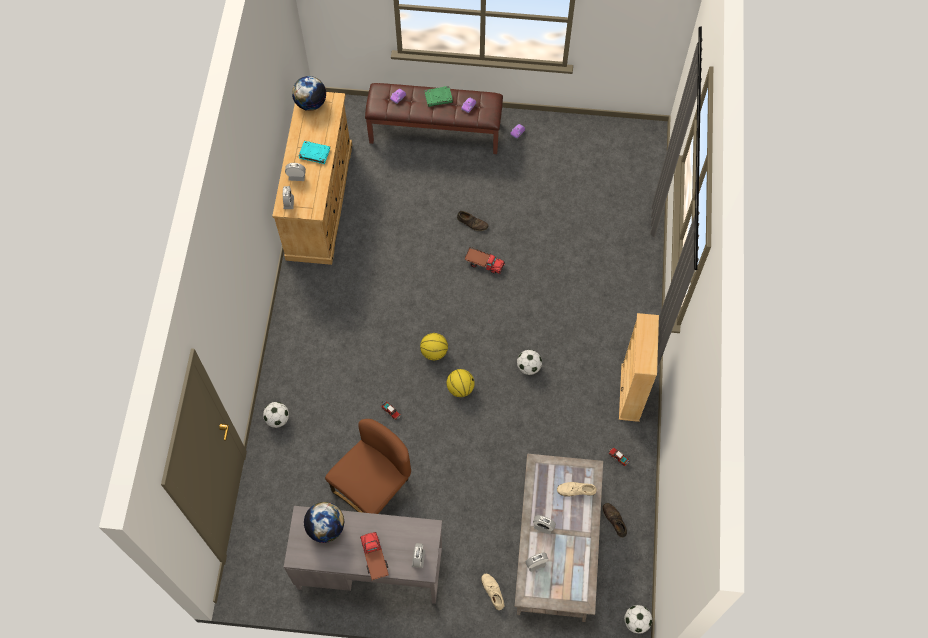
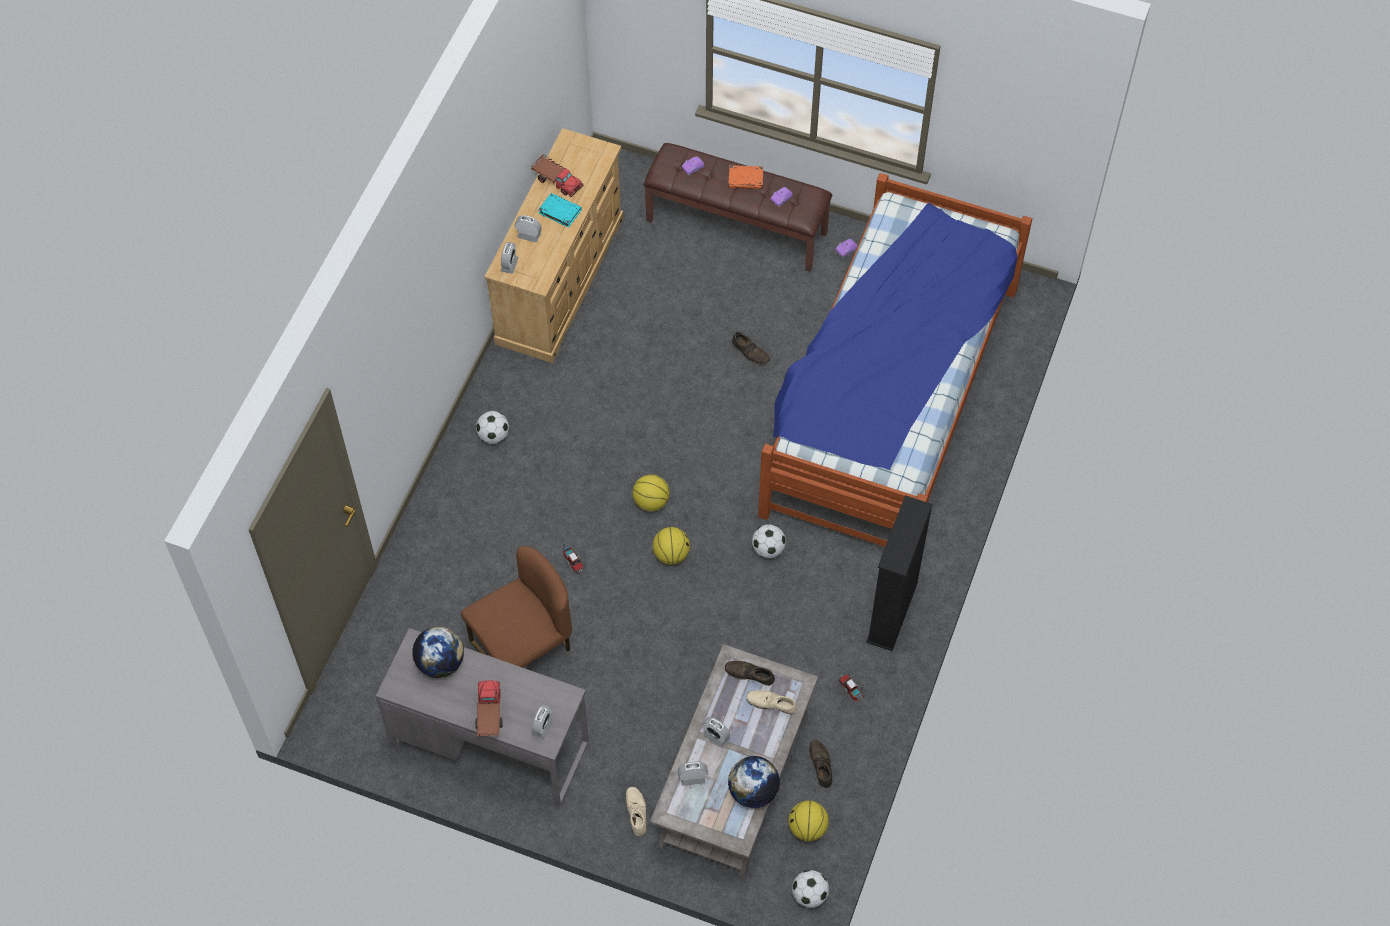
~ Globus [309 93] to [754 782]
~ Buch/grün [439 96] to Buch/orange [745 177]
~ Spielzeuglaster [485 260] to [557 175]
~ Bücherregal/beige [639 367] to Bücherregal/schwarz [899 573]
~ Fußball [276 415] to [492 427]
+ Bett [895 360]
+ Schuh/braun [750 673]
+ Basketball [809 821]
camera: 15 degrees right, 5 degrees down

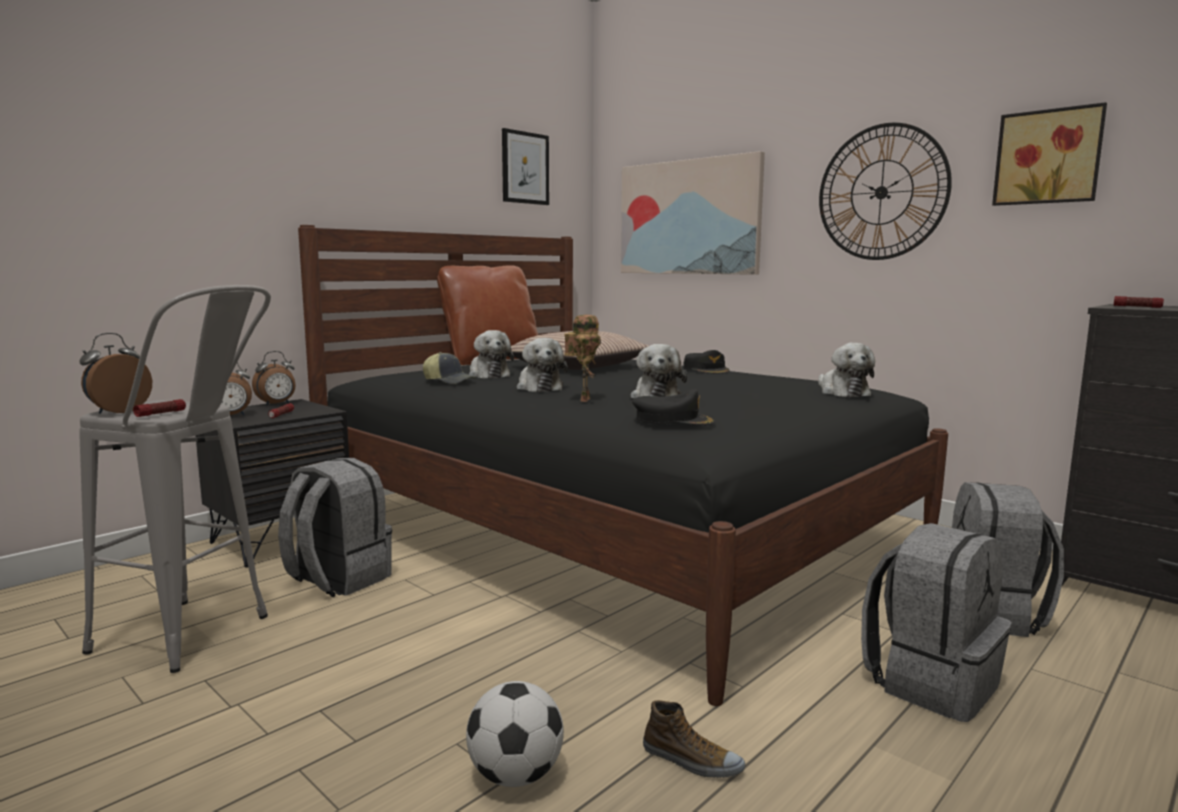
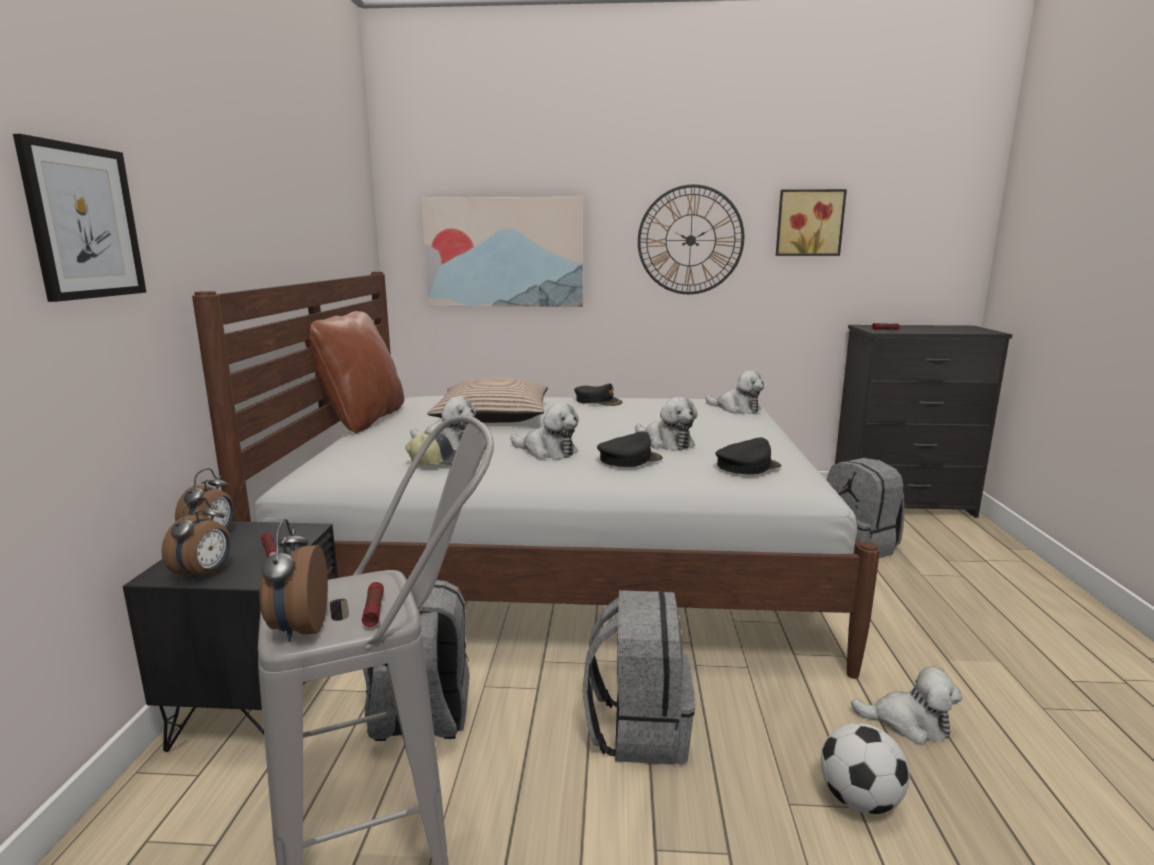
~ Bild [525 166] to [79 218]
~ Bett/schwarz [623 465] to Bett/weiß [536 475]
~ Spielzeugroboter [582 358] to Kappe/schwarz [630 449]
~ Rucksack/grau [936 622] to [639 677]
~ Schuh [694 739] to Plüschtier [906 705]
camera: 40 degrees left, 5 degrees up

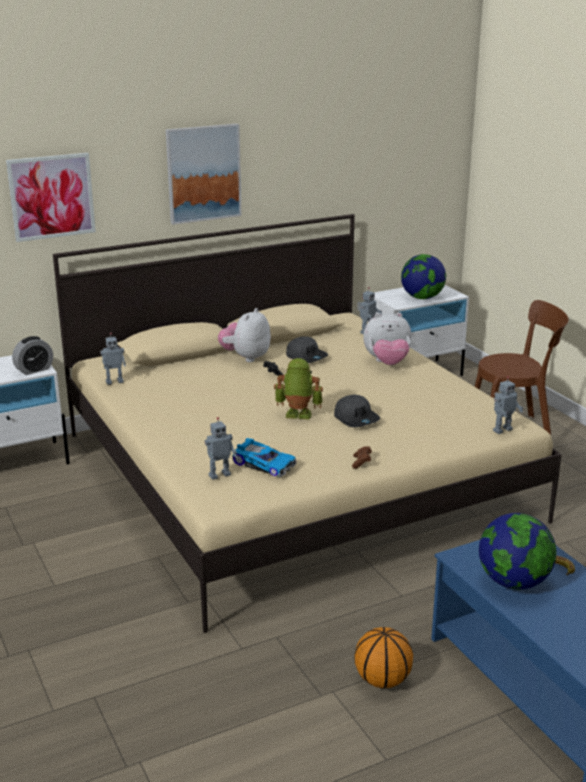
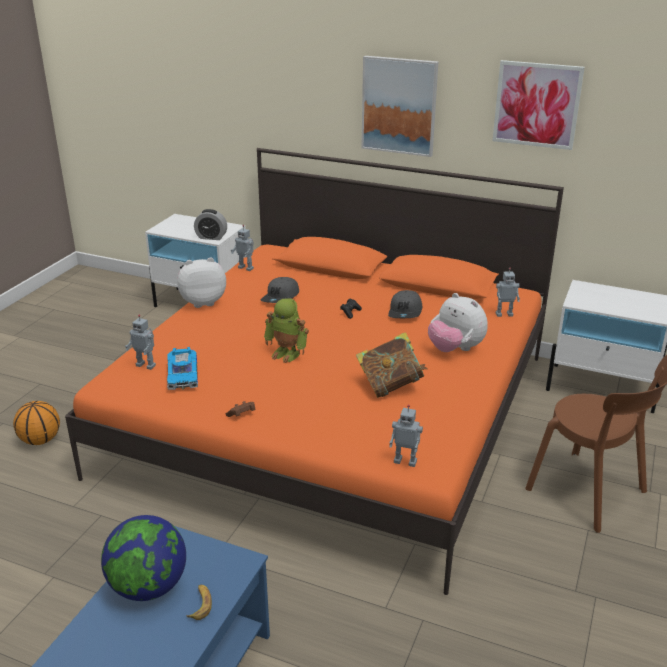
~ Bild [51 197] to [539 105]
~ Bett/beige [307 423] to Bett/orange [314 371]
- Globus [423 276]
~ Plüschtier [244 335] to [201 282]
~ Spielzeugroboter [298 388] = [286 330] 150 degrees clockwise
~ Kappe/grau [357 410] to [280 290]
~ Basketball [383 657] to [36 423]
+ Buch [392 365]
camera: 50 degrees right, 5 degrees up

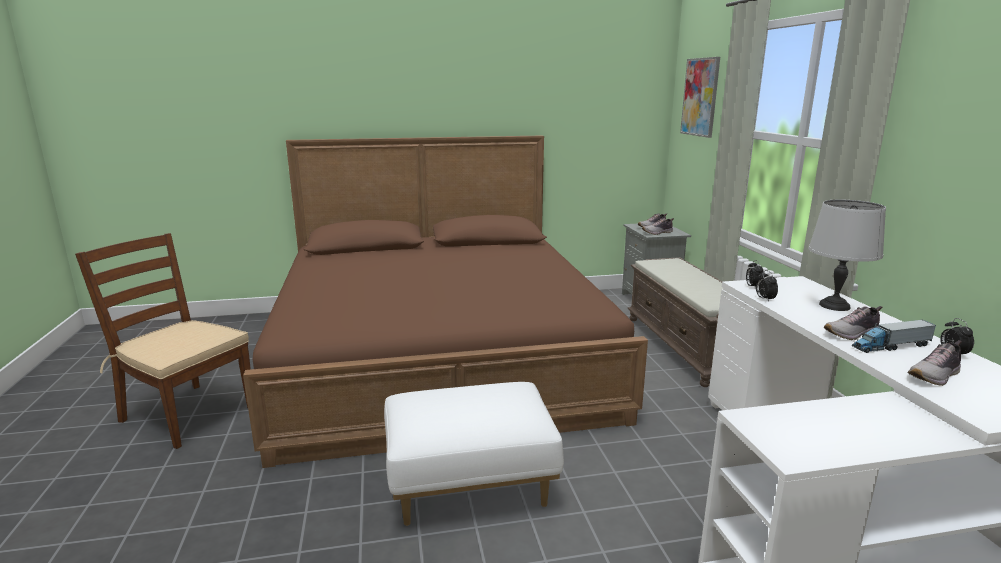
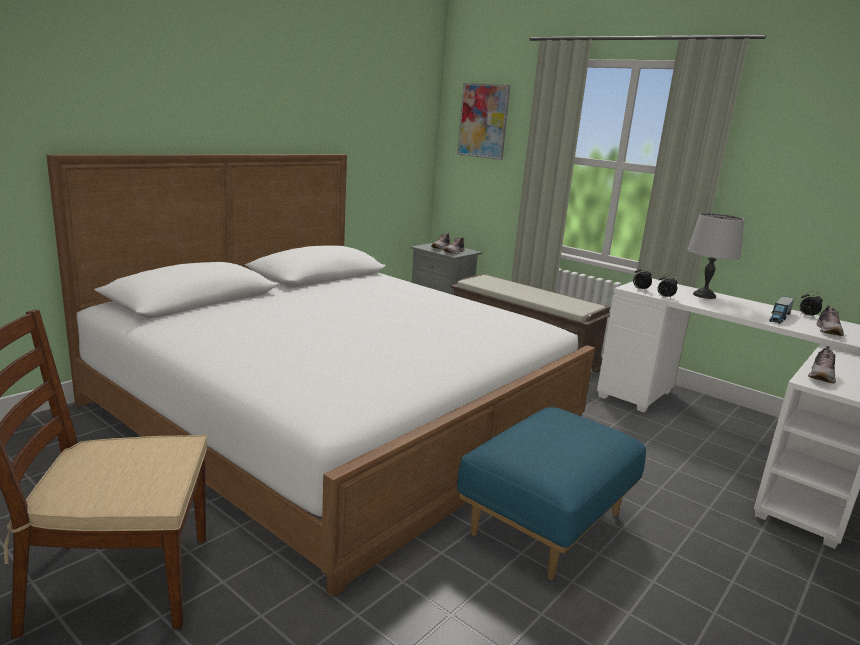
~ Bett/braun [445 302] to Bett/weiß [320 375]
~ Schuh [853 323] to [822 365]
~ Polsterhocker/weiß [474 454] to Polsterhocker/blau [551 493]
camera: 40 degrees left, 0 degrees up

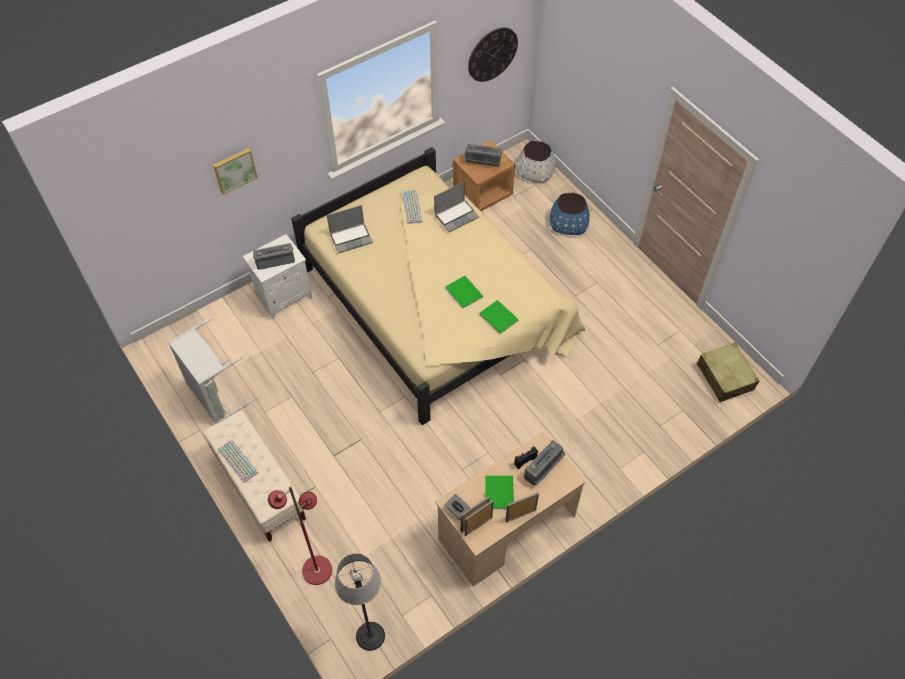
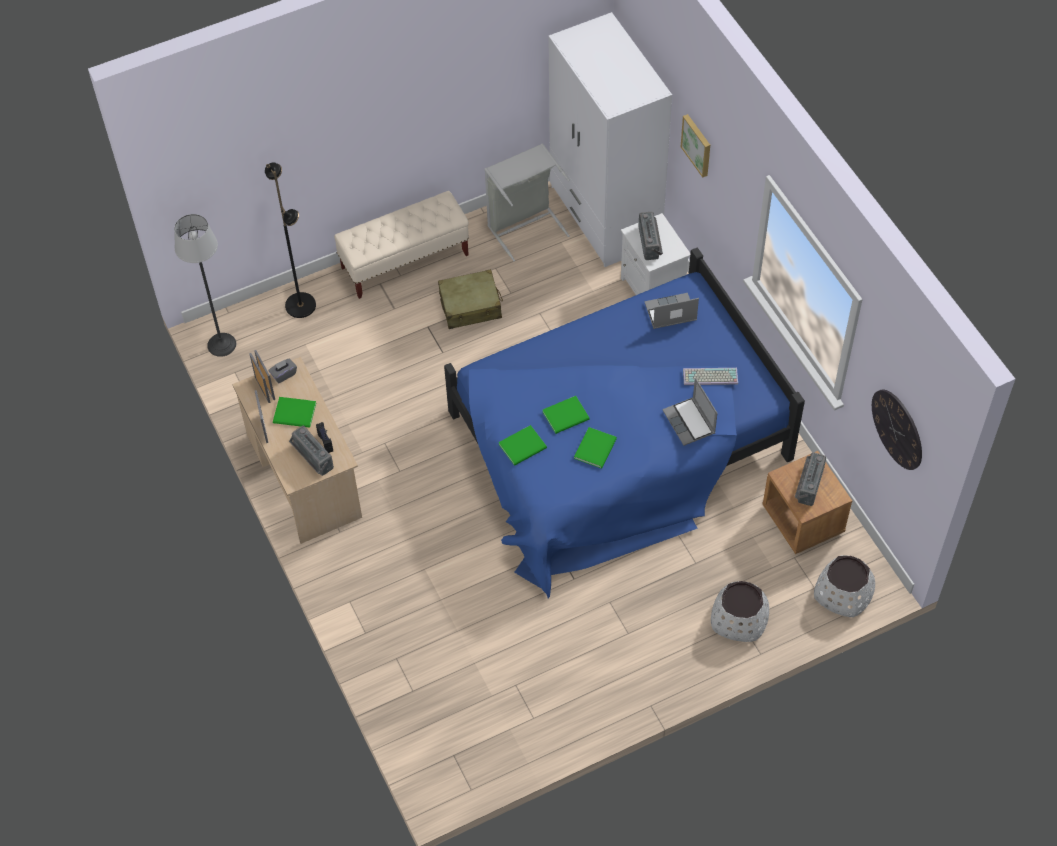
~ Bett/beige [438 286] to Bett/blau [624 423]
~ Pflanzkübel/blau [570 213] to Pflanzkübel/weiß [740 611]
~ Laptop [350 229] = [671 311] 90 degrees clockwise
~ Koffer/beige [728 372] to [470 299]
- Tastatur [238 461]
~ Stehlampe/rot [300 535] to Stehlampe/schwarz [290 240]
+ Kleiderschrank/weiß [610 139]
+ Buch/grün [595 448]
camera: 100 degrees right, 0 degrees up

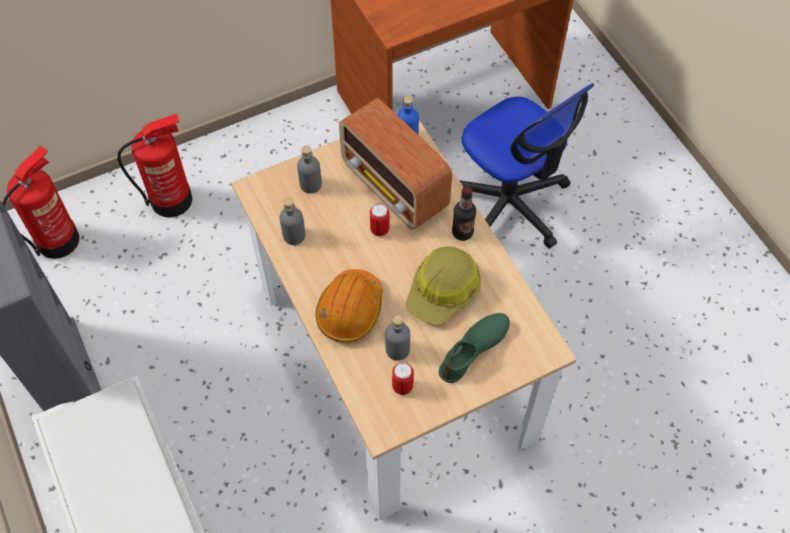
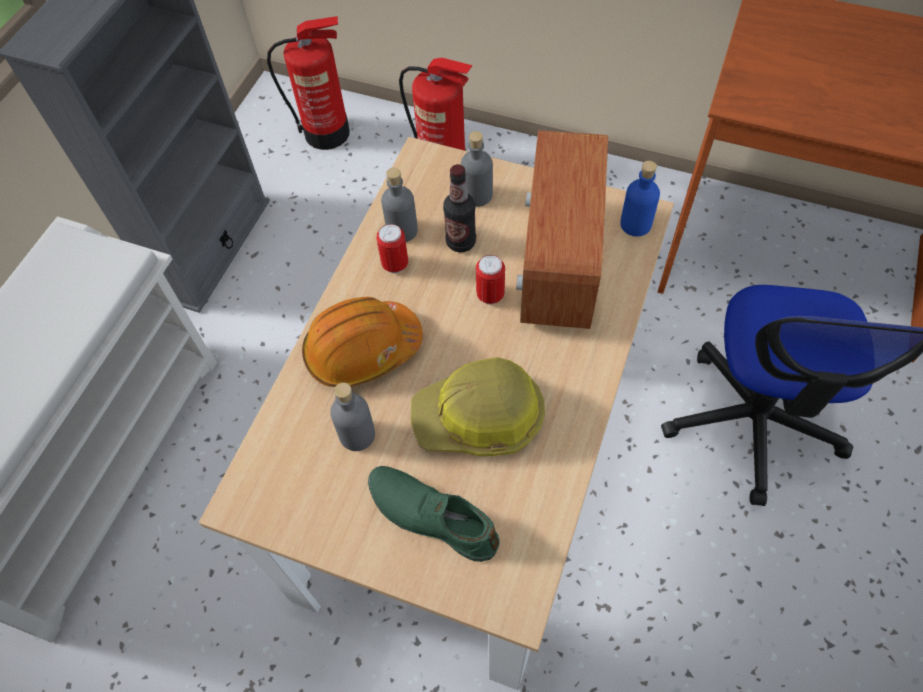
~ Flasche [464 213] to [459 208]
~ Schuh/grün [474 348] = [434 514] 150 degrees counterclockwise
~ Dose [403 379] to [392 248]
camera: 50 degrees right, 0 degrees up

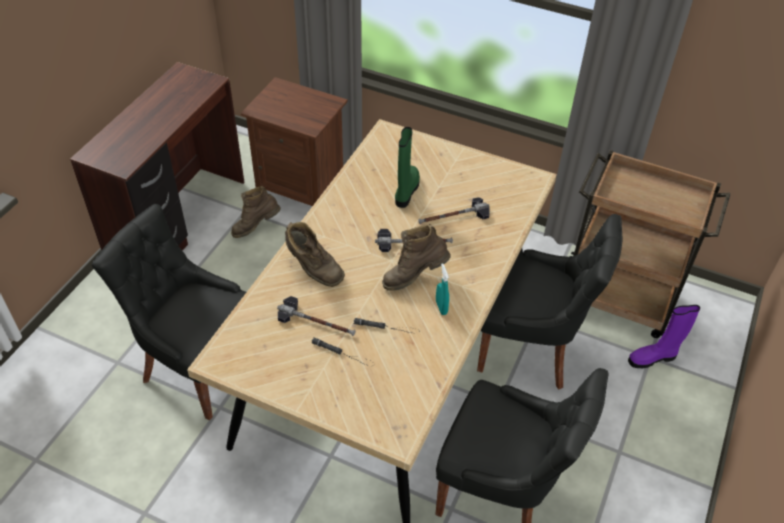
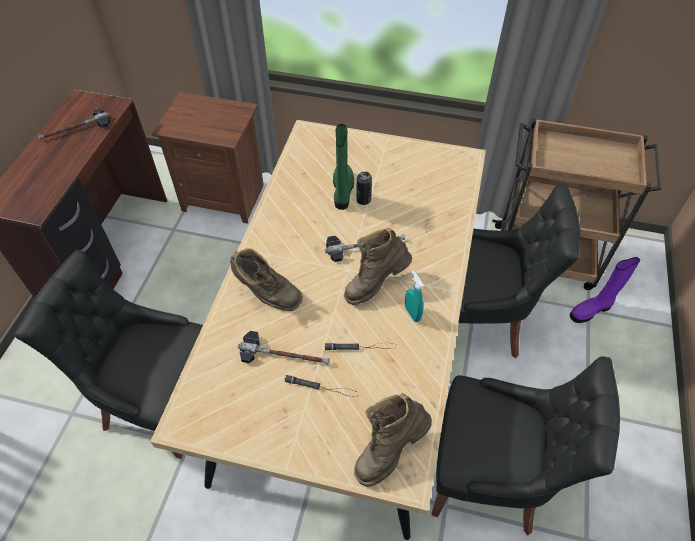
~ Stiefel/braun [256 212] to [393 440]
~ Hammer [454 210] to [74 124]
+ Dose [364 188]
camera: 10 degrees left, 5 degrees up

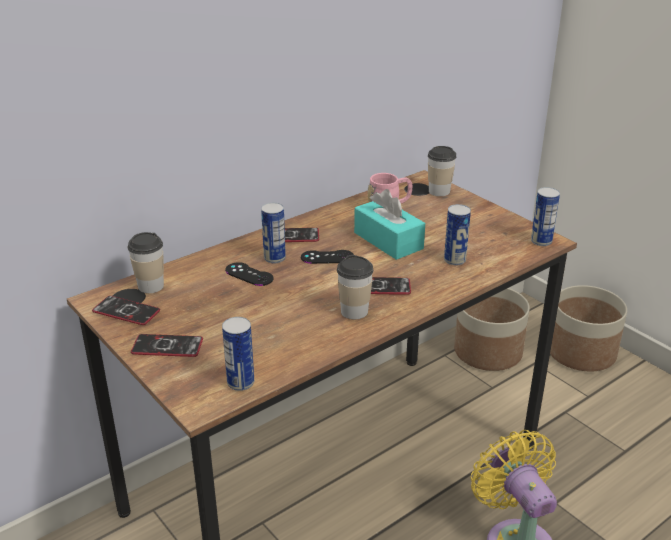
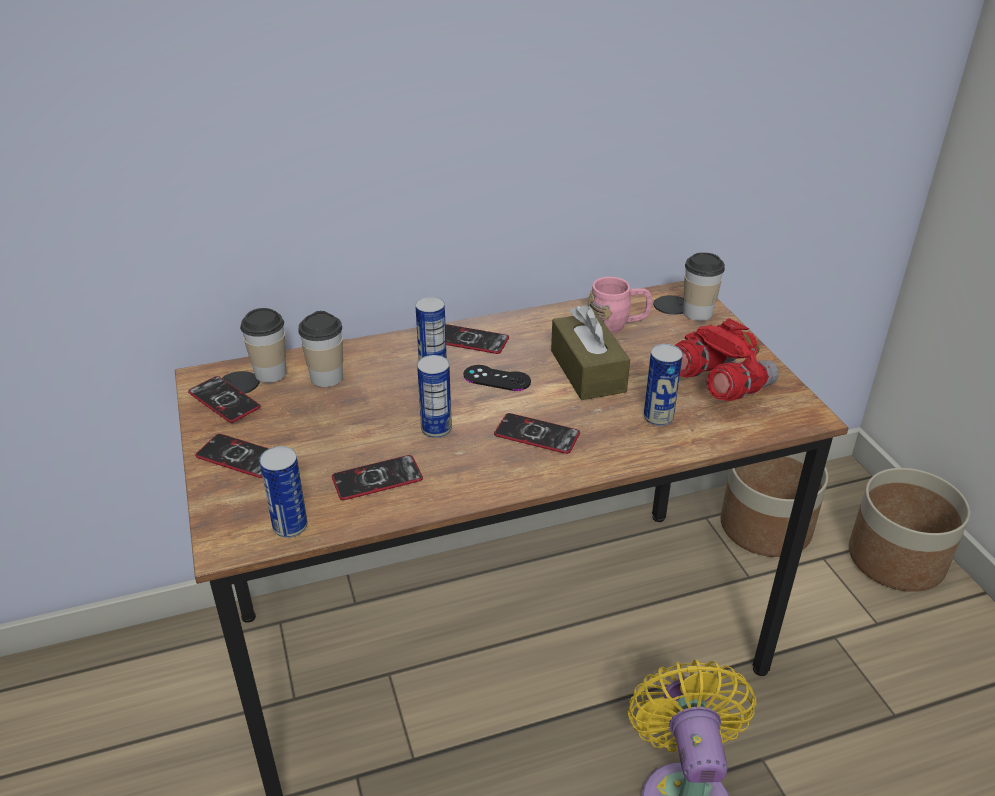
~ Dose [545 216] to [434 396]
~ Taschentuchbox/türkis [389 224] to Taschentuchbox/braun [590 352]
~ Tasse [355 287] to [320 349]
- Gamepad/schwarz [249 274]
+ Fernglas/rot [726 359]
+ Handy [377 477]
camera: 20 degrees right, 5 degrees up

